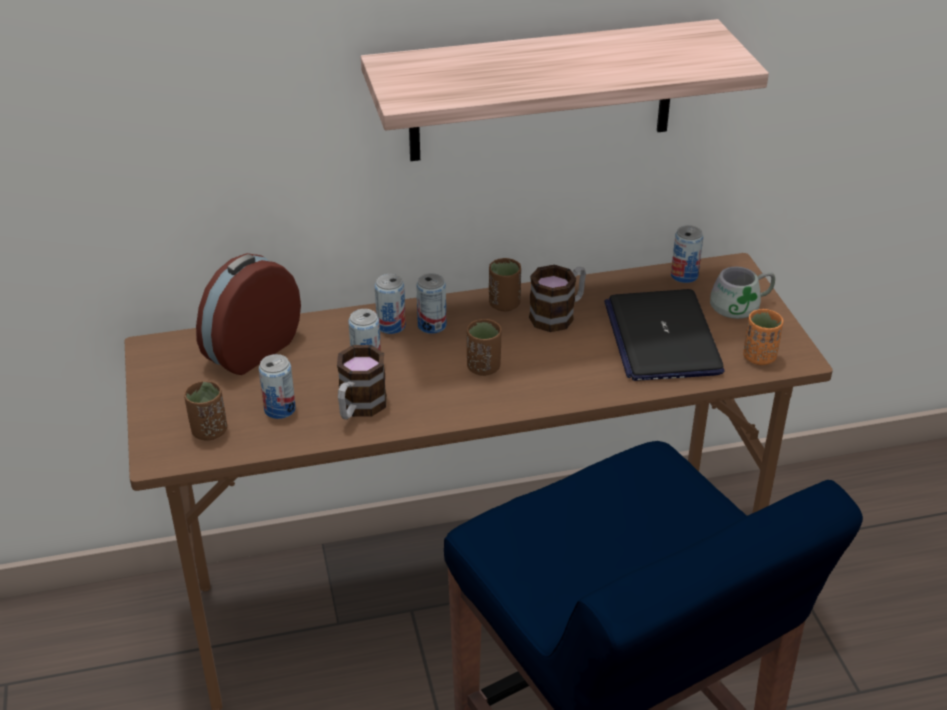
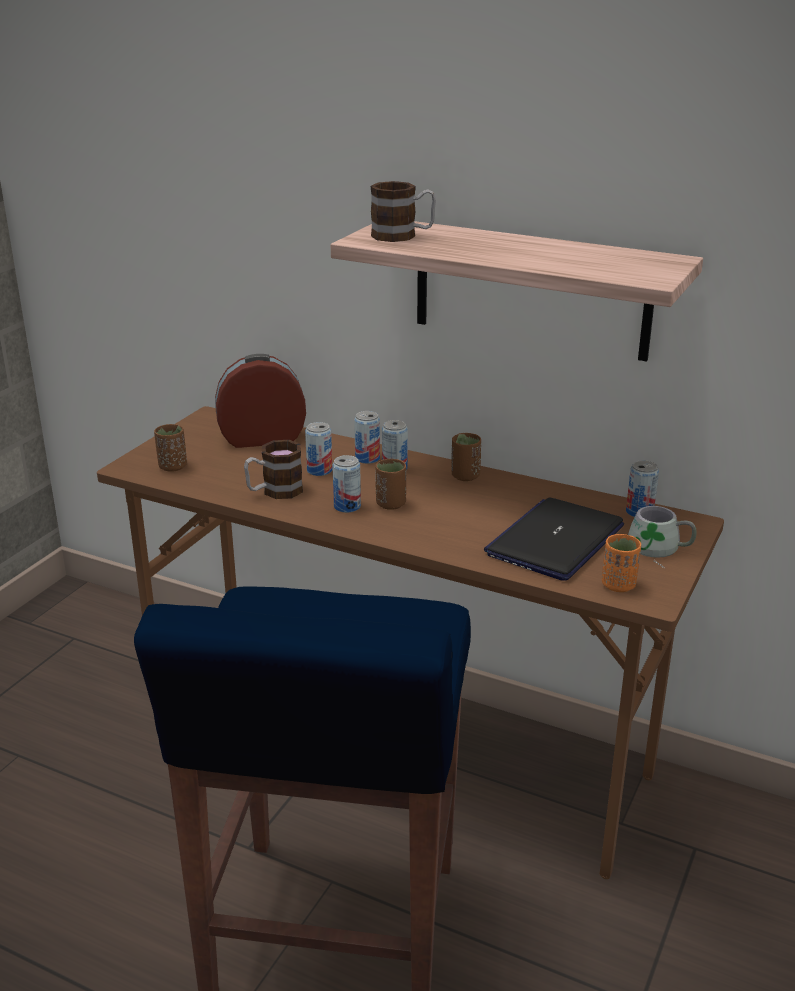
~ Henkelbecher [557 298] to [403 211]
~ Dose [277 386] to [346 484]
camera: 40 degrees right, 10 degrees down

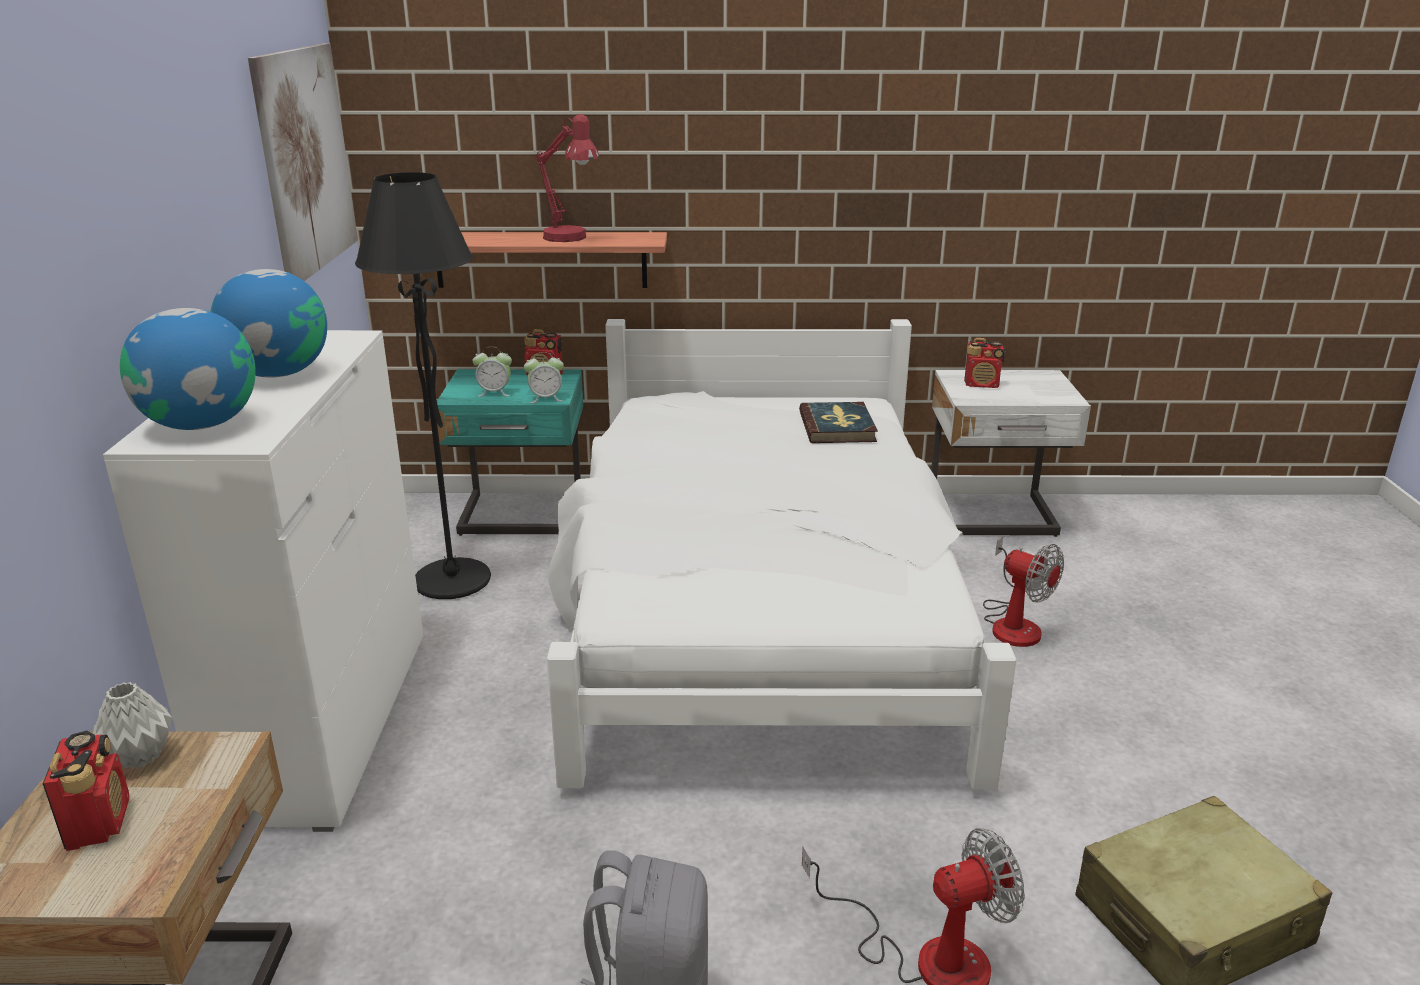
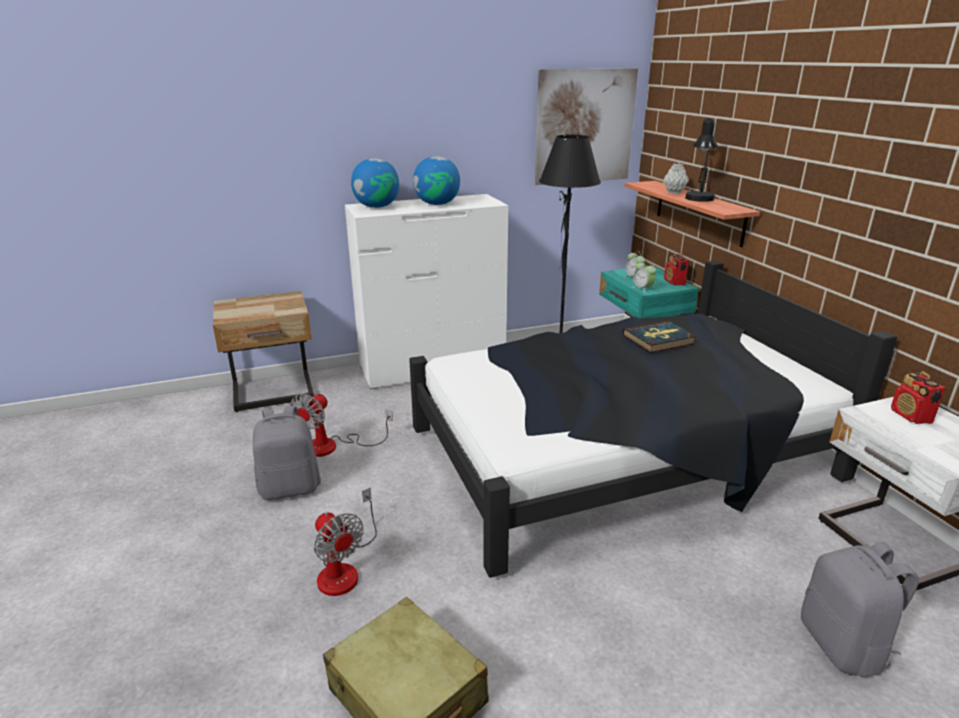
~ Tischlampe/rot [567 178] to Tischlampe/schwarz [701 160]
~ Bett/weiß [782 554] to Bett/schwarz [653 419]
~ Buch [838 422] to [659 337]
~ Ventilator [1023 592] to [341 424]
~ Vase/grau [132 725] to [676 179]
- Radio [86 791]
+ Rucksack/grau [860 609]
camera: 70 degrees right, 0 degrees up

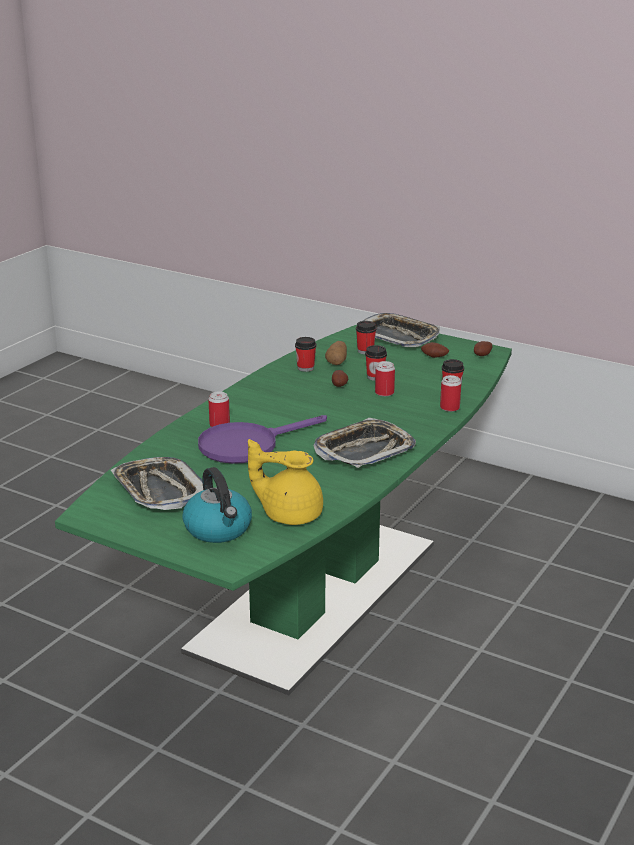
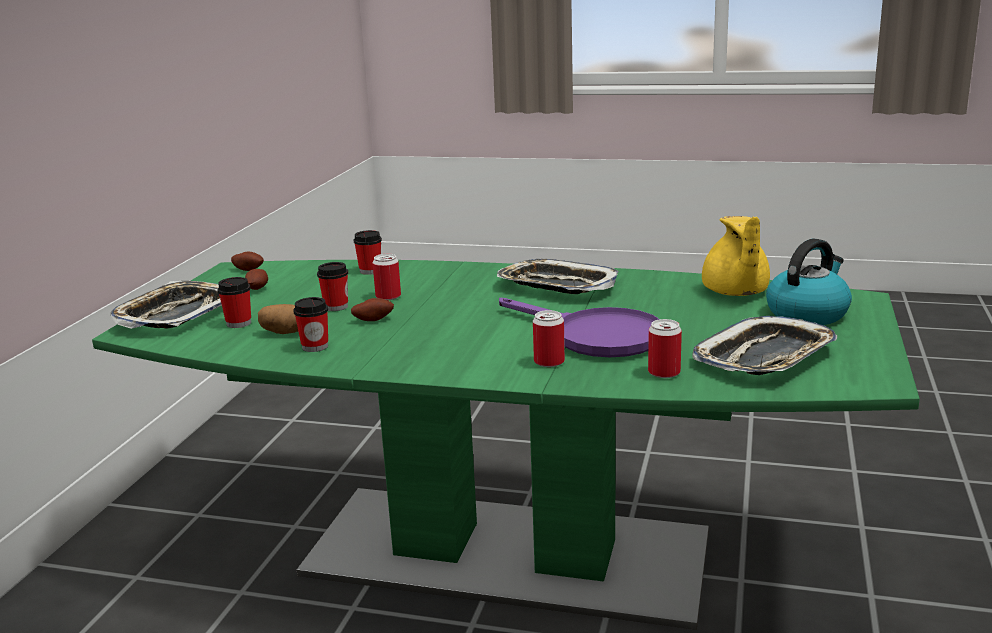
~ Dose [450 393] to [665 348]
camera: 105 degrees left, 5 degrees down

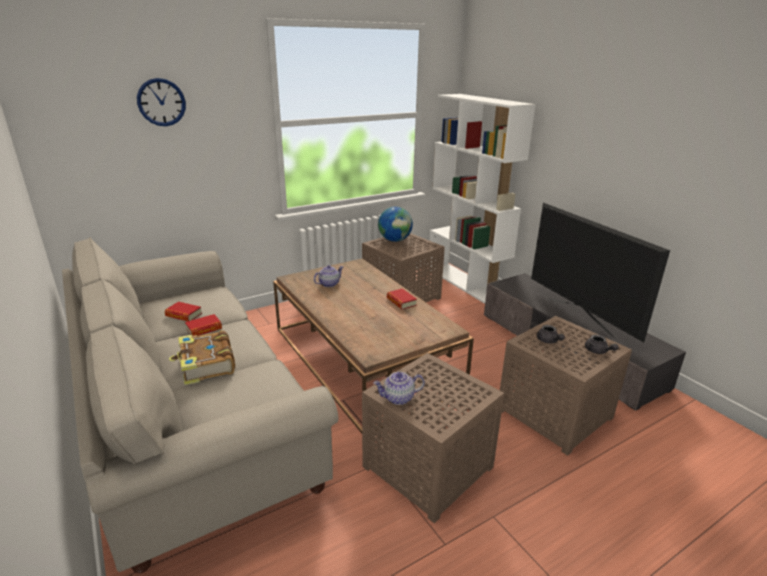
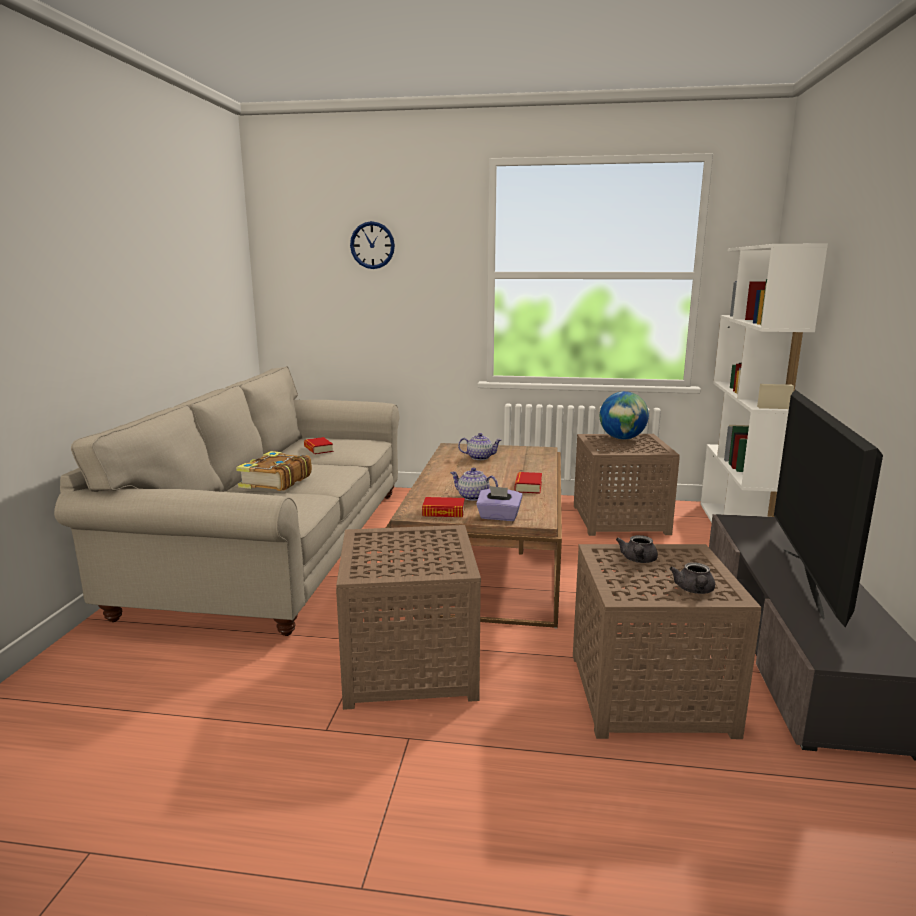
~ Buch [203 325] to [443 507]
~ Teekanne [399 388] to [474 484]
+ Taschentuchbox/lila [499 503]
camera: 40 degrees right, 10 degrees down

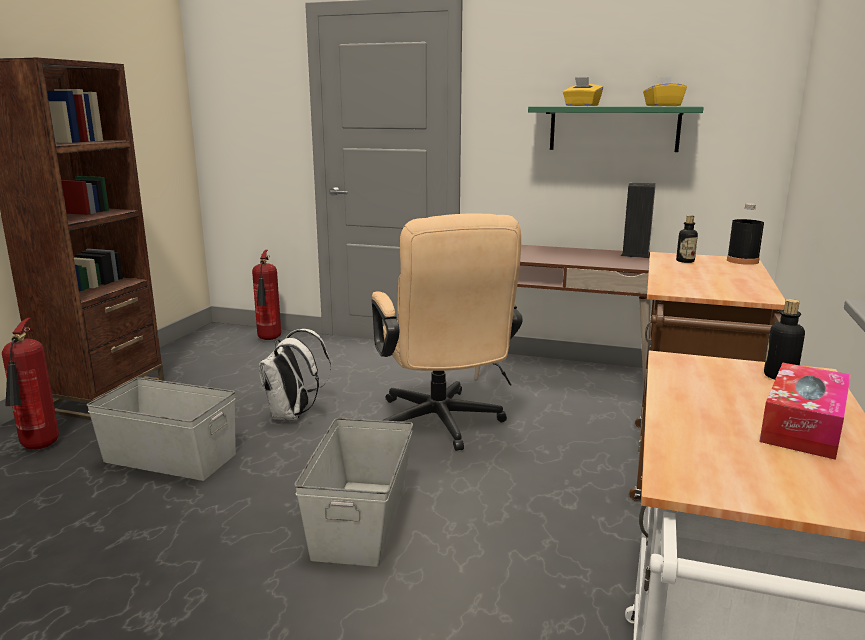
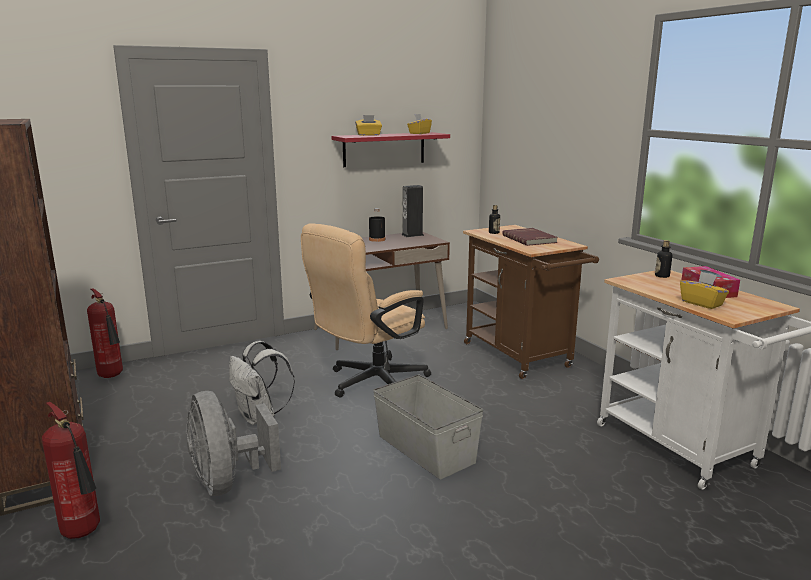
~ Wandregal/grün [616 129] to Wandregal/rot [390 149]
~ Flasche/schwarz [745 234] to [377 225]
~ Bürostuhl/beige [447 332] = [366 310] 105 degrees clockwise
~ Aufbewahrungsbox/grau [161 429] to Ventilator/grau [234 443]
+ Buch/rot [530 237]
+ Taschentuchbox/gelb [704 290]
camera: 45 degrees left, 0 degrees up

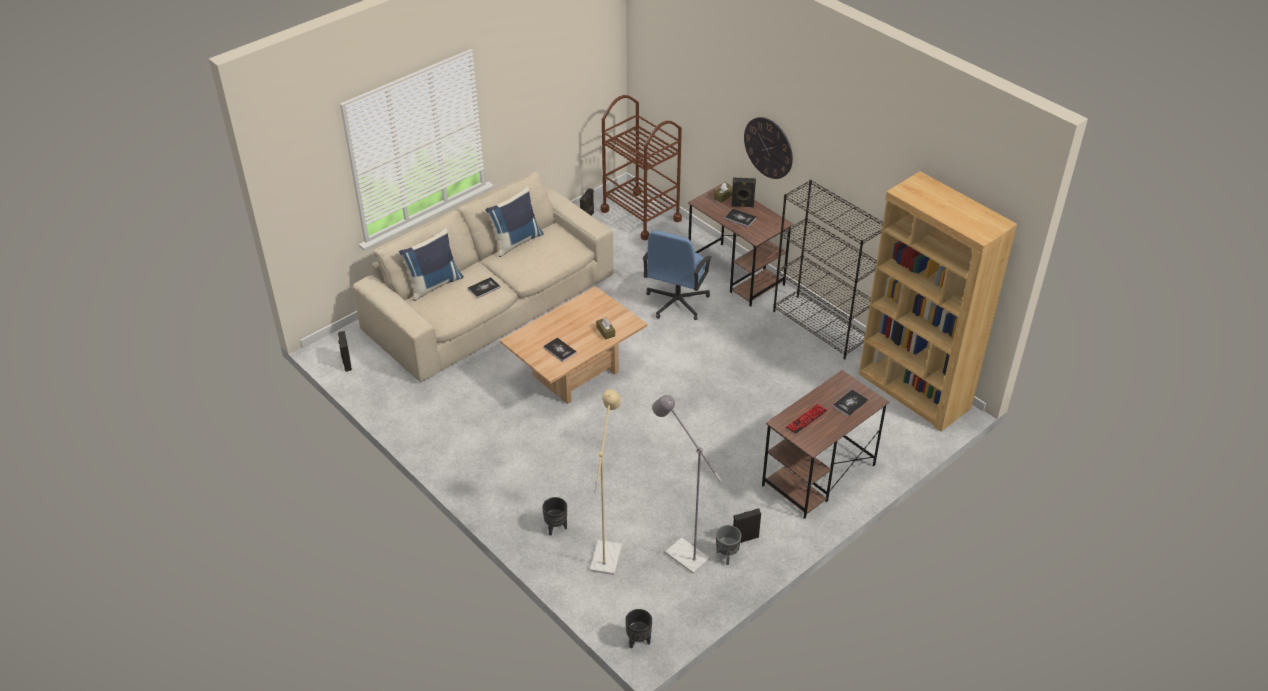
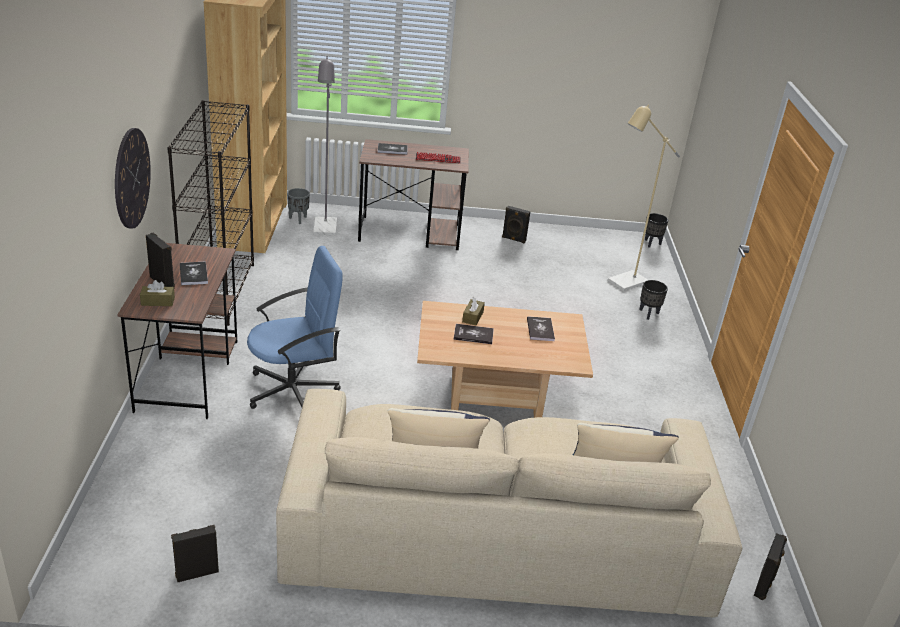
- Rollwagen/braun [641 167]
~ Buch [484 287] to [473 334]
~ Stehlampe/grau [687 484] to [325 146]
~ Pflanzkübel/grau [728 545] to [298 206]
camera: 140 degrees left, 10 degrees down

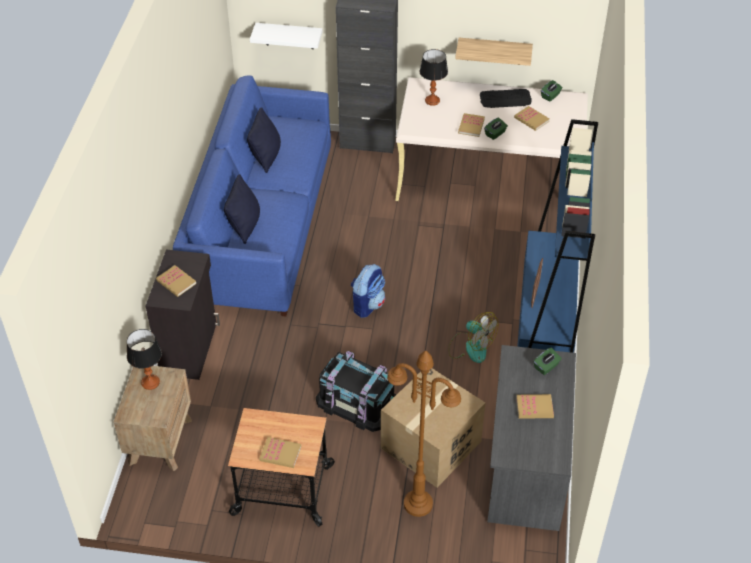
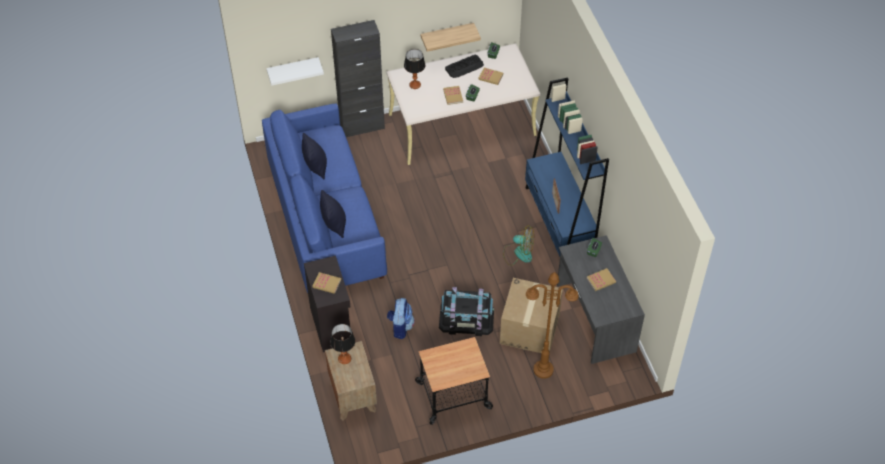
~ Rucksack [367 291] to [401 318]
- Buch [280 452]
camera: 25 degrees left, 5 degrees up

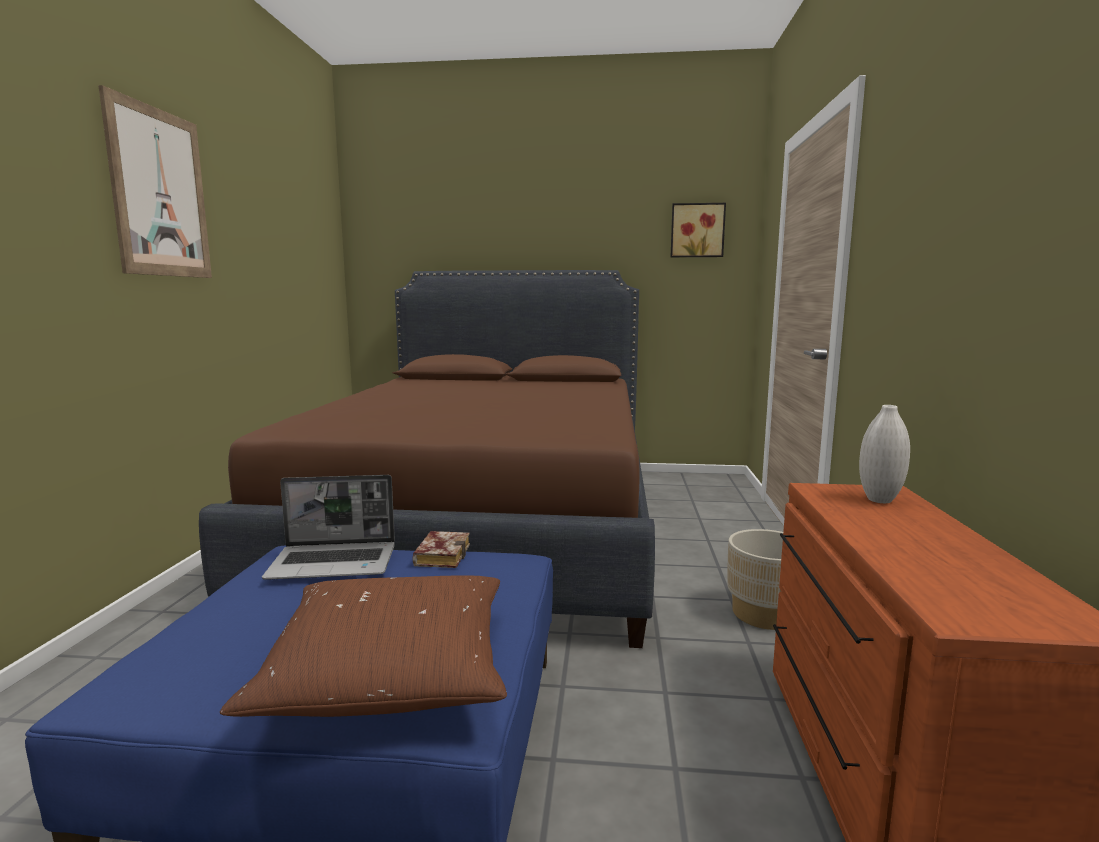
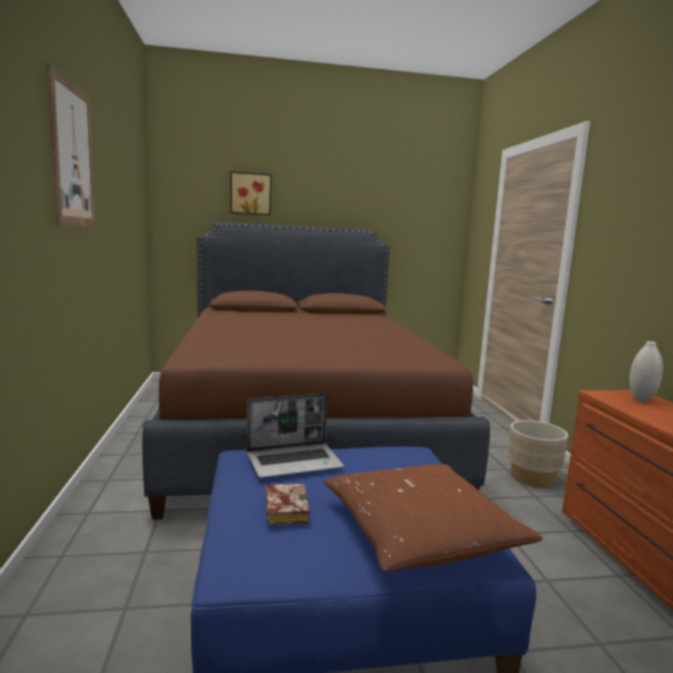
~ Bild [698 230] to [250 193]
~ Buch [441 549] to [287 504]
camera: 15 degrees left, 0 degrees up

